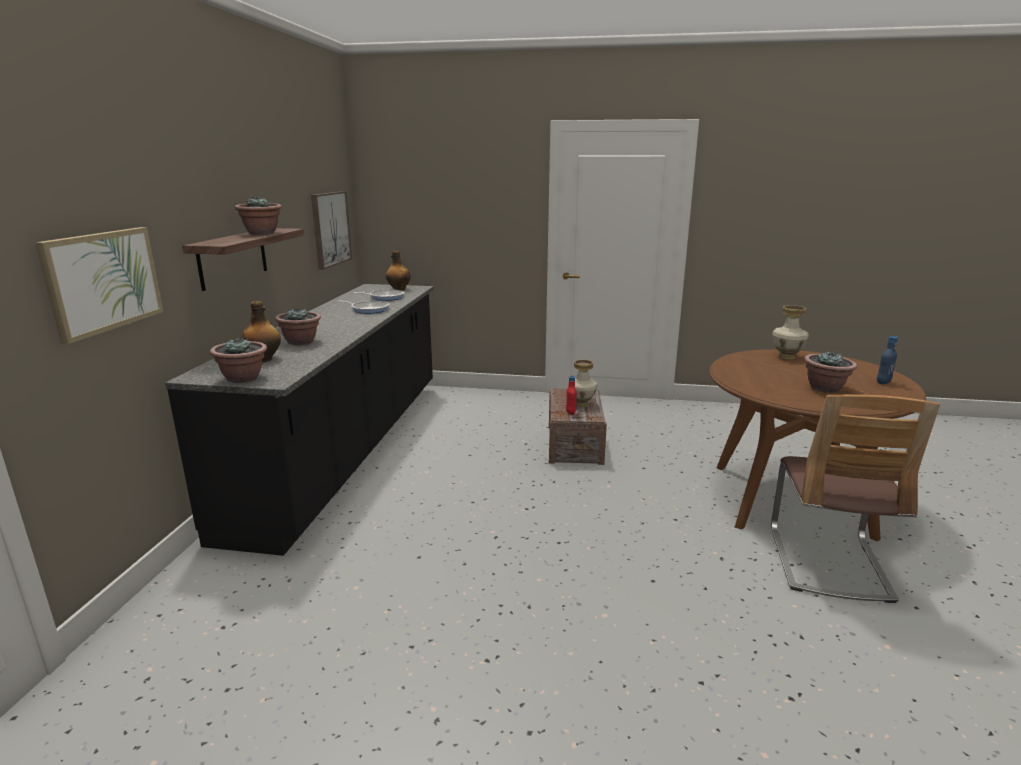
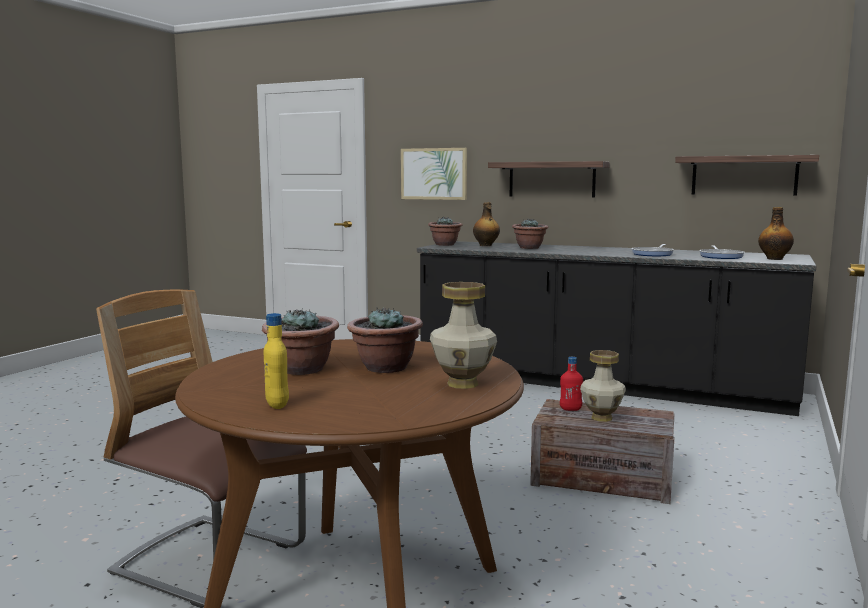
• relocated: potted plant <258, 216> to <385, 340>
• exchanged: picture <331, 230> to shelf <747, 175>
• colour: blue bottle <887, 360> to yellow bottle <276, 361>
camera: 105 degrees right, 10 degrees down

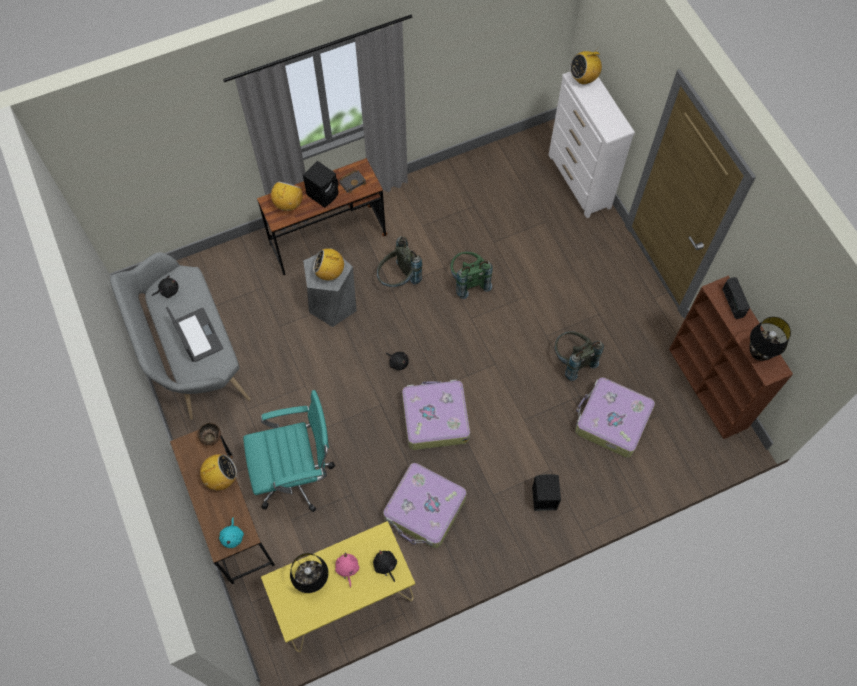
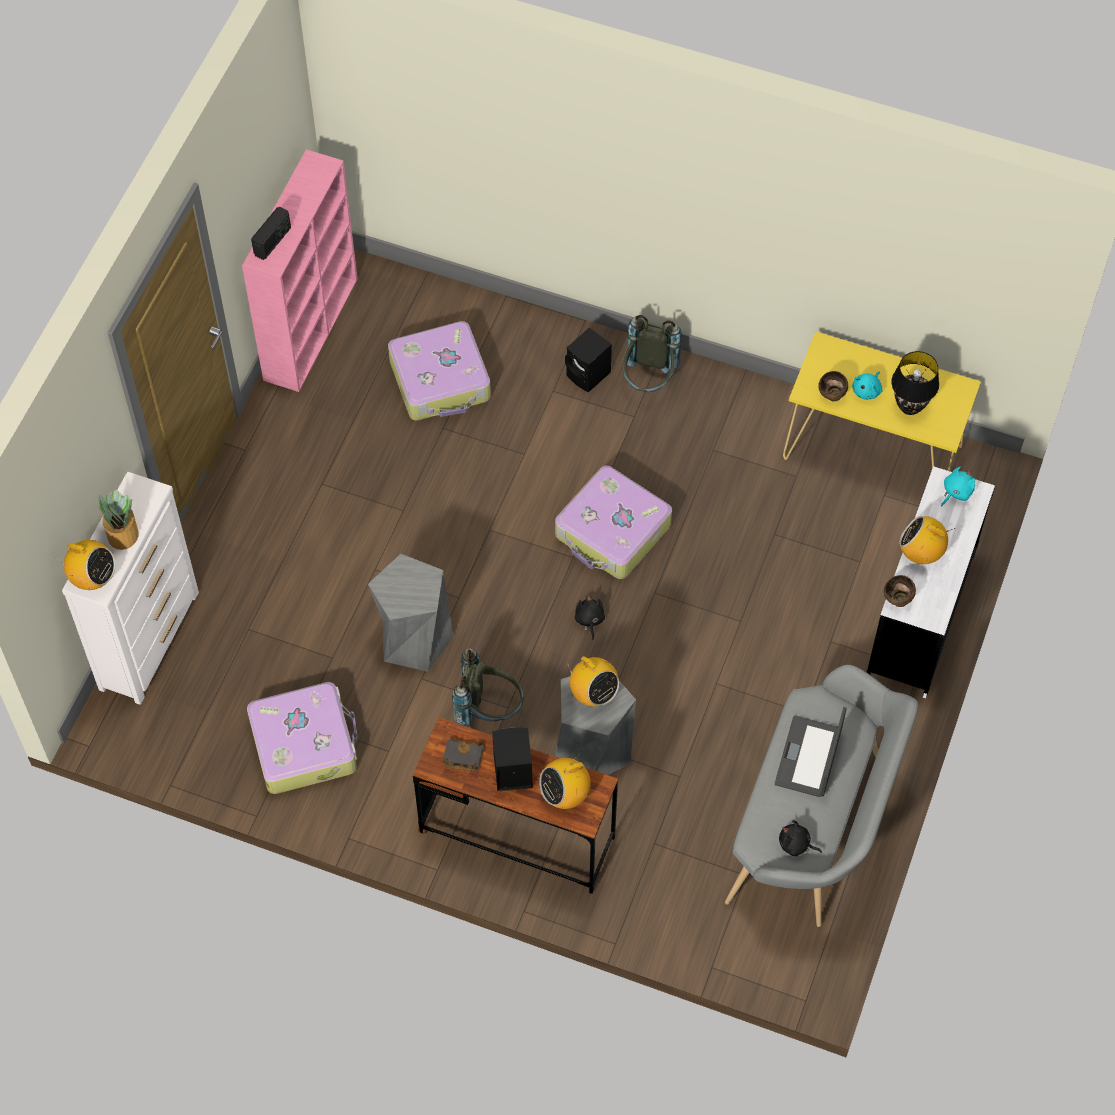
• missing: turquoise office chair <289, 451>
• missing: black plush toy <385, 566>
• missing: black table lamp <770, 339>
• appeared: potted plant <118, 520>
• appeared: brown bowl <833, 386>
• relocated: suitcase <424, 505> to <302, 738>
• relocated: grey backpack <579, 356> to <652, 353>
• exchanged: green backpack <471, 275> to grey stool <410, 613>
• colour: brown desk <222, 503> to white desk <931, 582>
• colour: pink plush toy <347, 569> to turquoise plush toy <867, 385>
• colour: brown bookcase <731, 357> to pink bookcase <300, 270>
camera: 135 degrees left, 5 degrees down

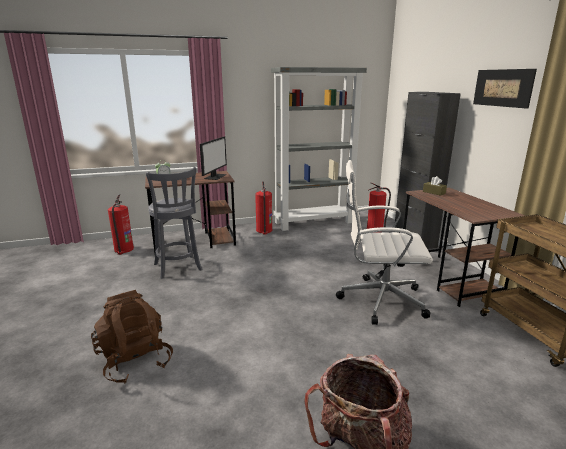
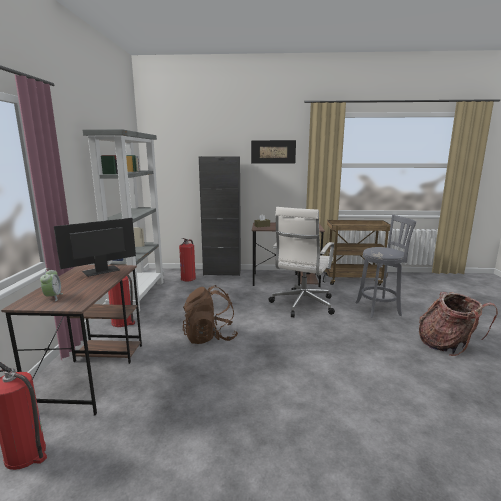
• relocated: brown backpack <132, 337> to <210, 314>
• relocated: grey stool <174, 223> to <386, 266>
• spun: monitor <213, 158> = <95, 247> 75 degrees counterclockwise
camera: 70 degrees left, 5 degrees down

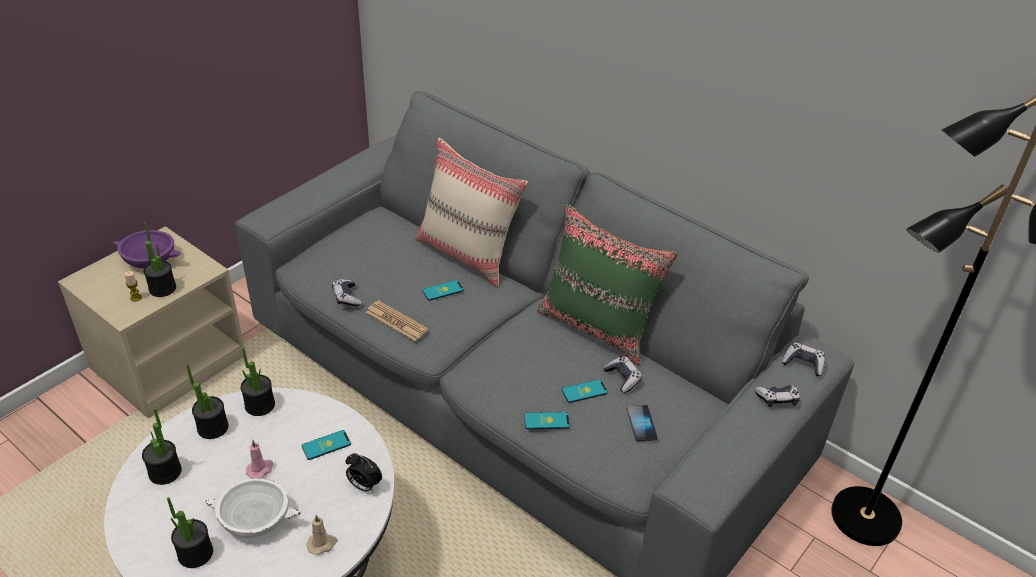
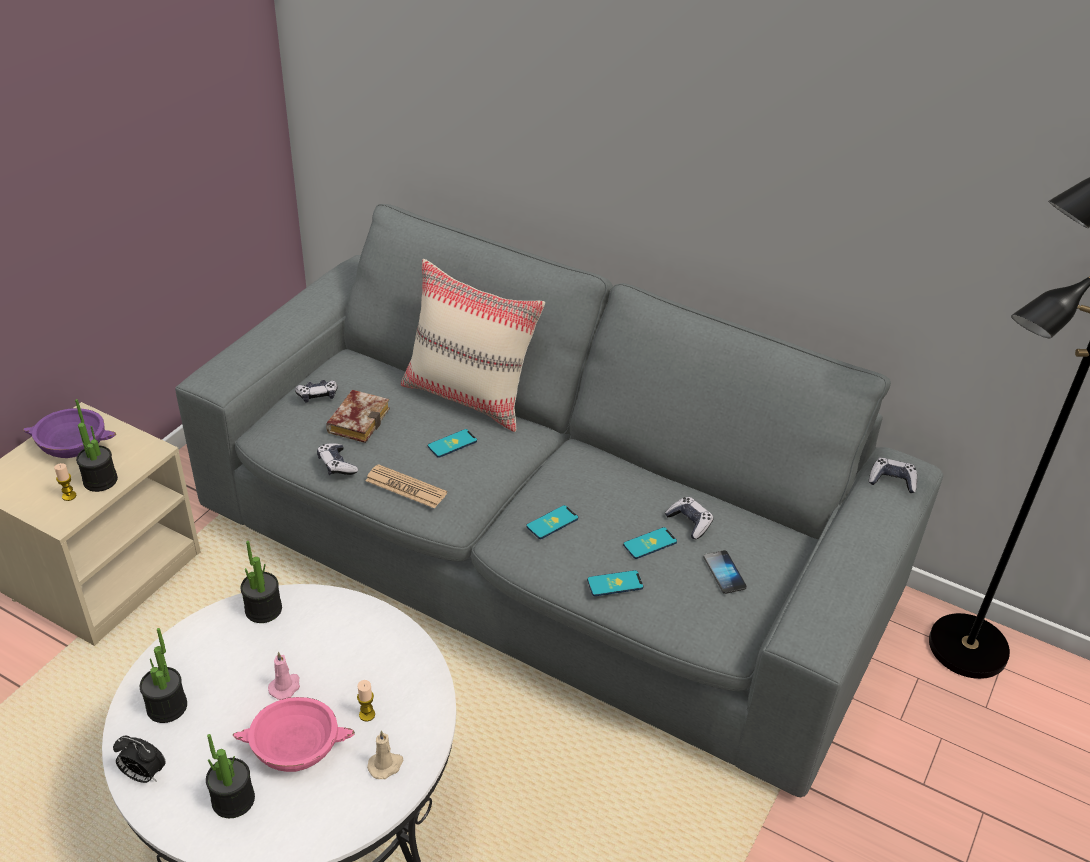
• missing: potted plant <207, 401>
• missing: green pillow <607, 284>
• appeared: book <358, 416>
• appeared: candle <366, 701>
• relocated: phone <326, 445> to <552, 522>
• relocated: alarm clock <364, 472> to <139, 759>
• relocated: game controller <777, 396> to <316, 391>
• colour: white bowl <252, 508> to pink bowl <294, 734>
camera: 10 degrees left, 0 degrees up

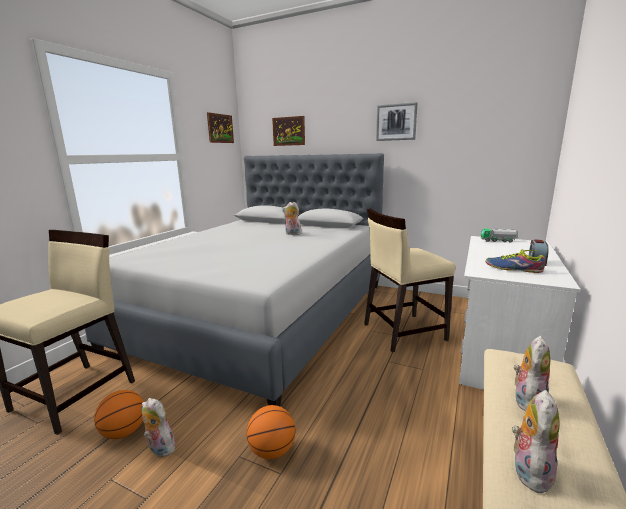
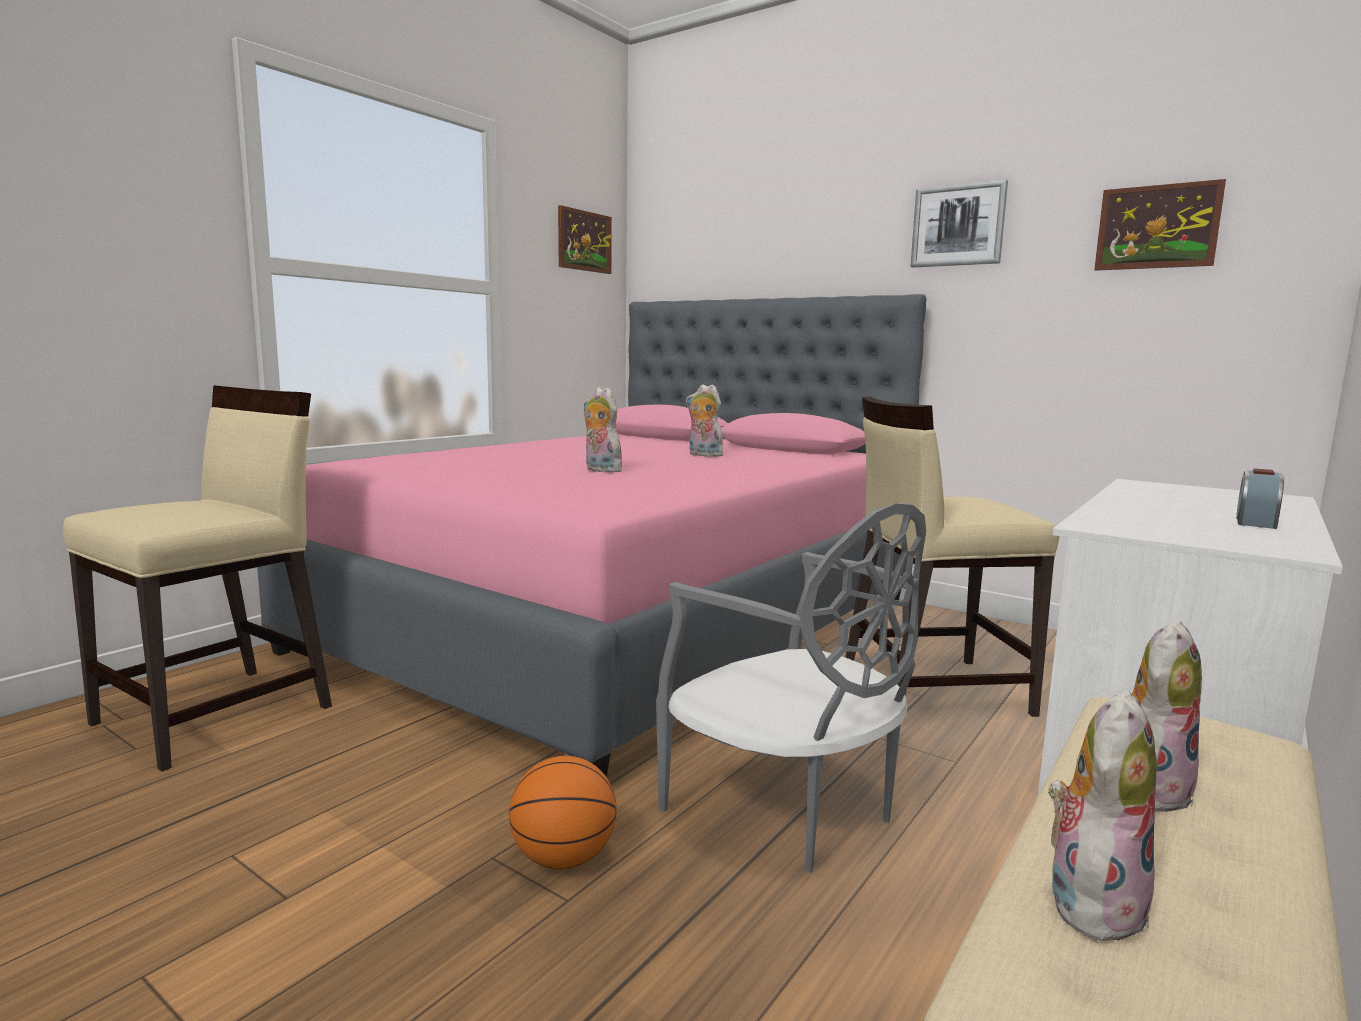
• missing: basketball <119, 414>
• missing: toy truck <499, 236>
• missing: shoe <515, 261>
• appeared: grey chair <791, 687>
• relocated: plush toy <158, 427> to <602, 430>
• relocated: picture <288, 131> to <1160, 225>
• colour: grey bed <234, 279> to pink bed <592, 535>
camera: 10 degrees right, 5 degrees down

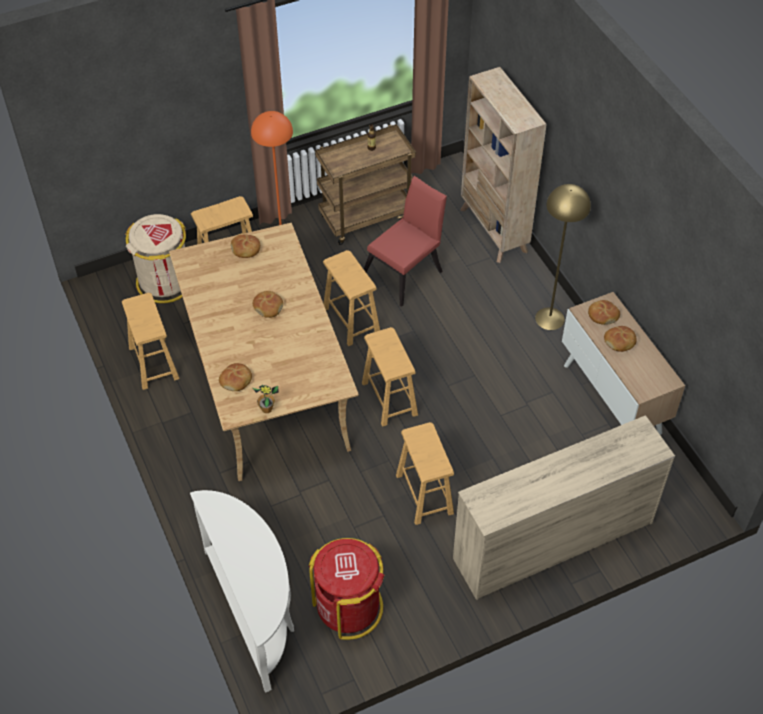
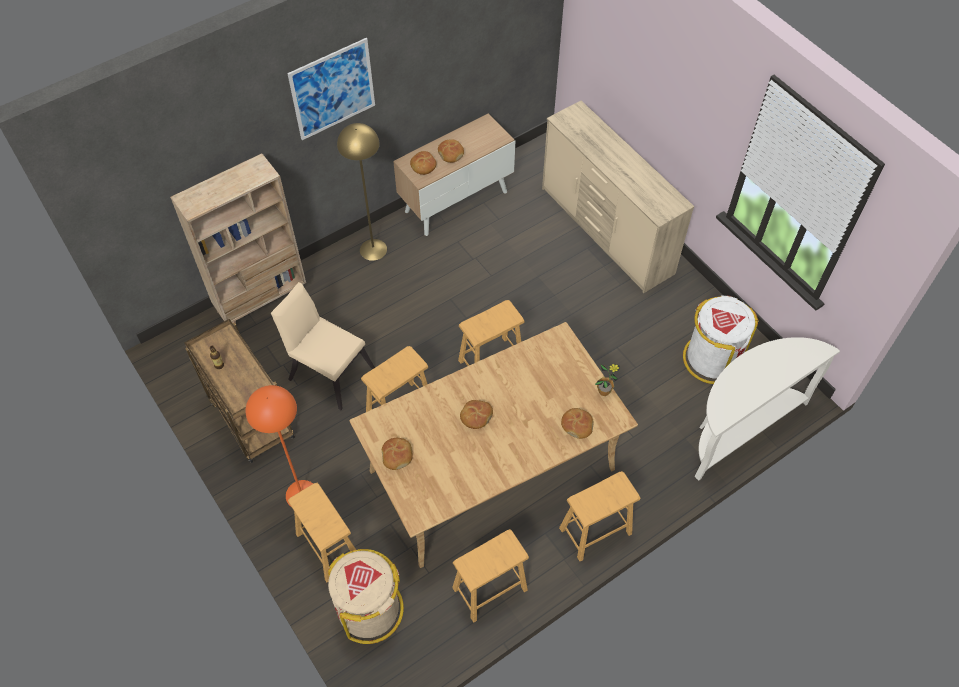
• appeared: picture <331, 89>
• relocated: brown stool <425, 473> to <599, 516>
• colour: red trash can <346, 589> to white trash can <721, 339>
• colour: red chair <405, 241> to beige chair <323, 346>
camera: 100 degrees left, 5 degrees up

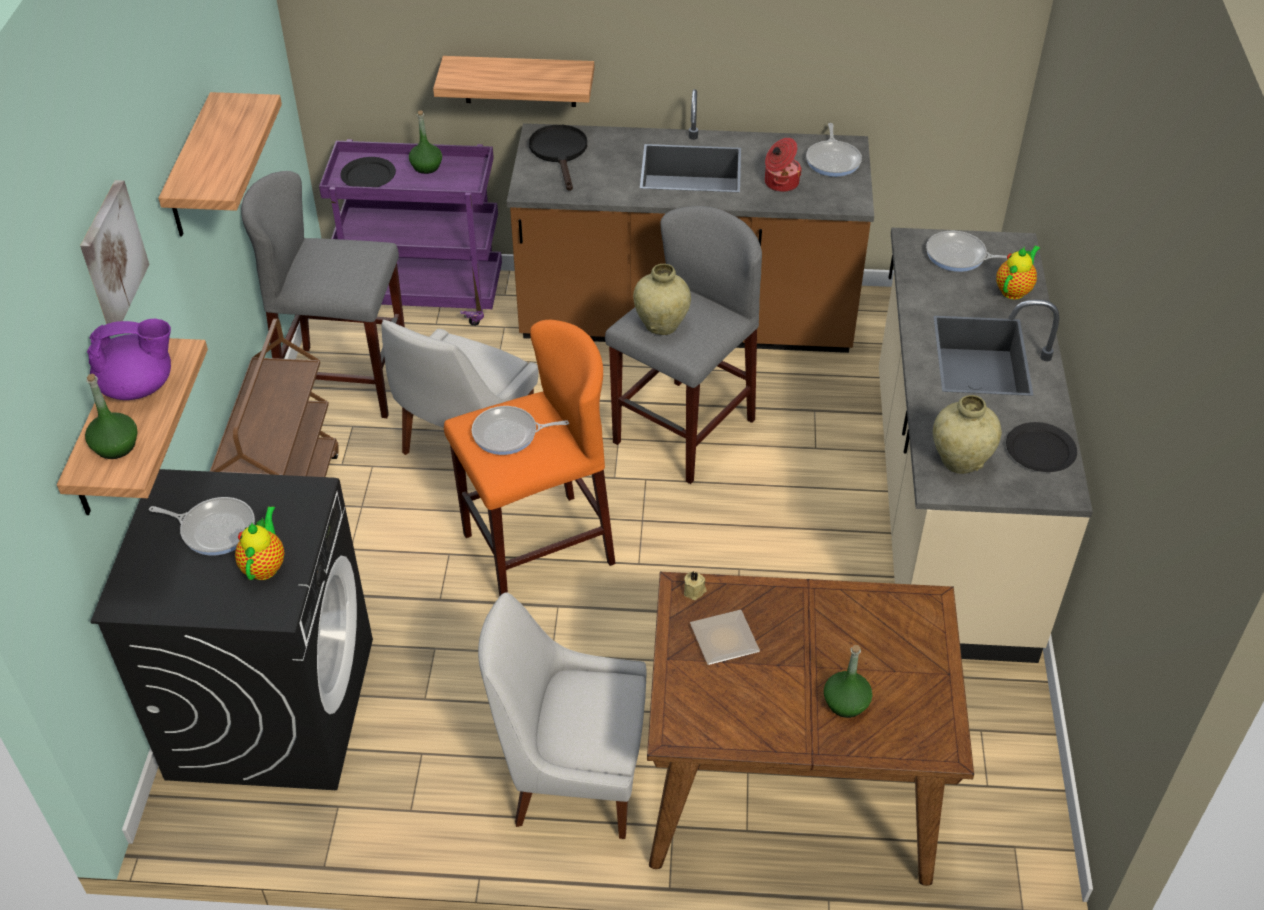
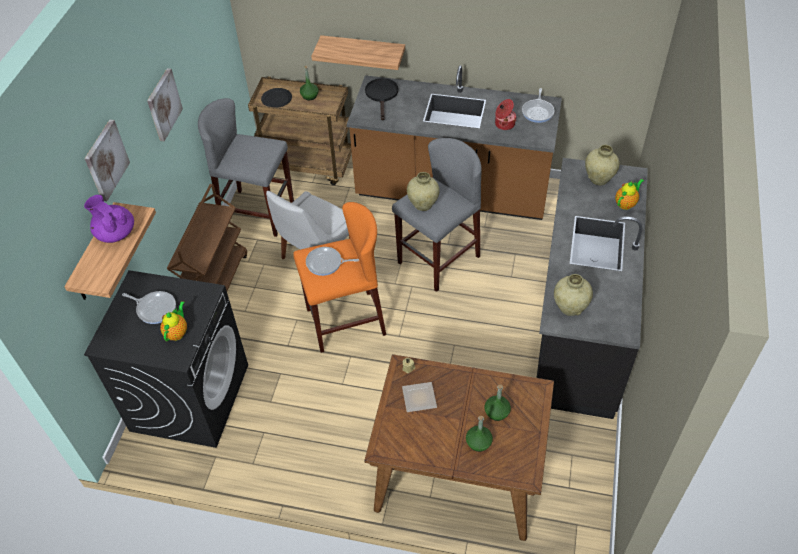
• missing: white chair <562, 715>
• missing: black plate <1041, 447>
• relocated: green bottle <111, 416> to <498, 402>
• exchanged: shelf <220, 164> to picture <165, 104>
• exchanged: frying pan <966, 251> to beige vase <602, 165>
• colour: purple cart <410, 232> to brown cart <300, 131>
• colour: beige counter <986, 445> to black counter <592, 288>
• spun: purple teapot <129, 359> = <109, 219> 135 degrees counterclockwise
camera: 10 degrees right, 5 degrees up

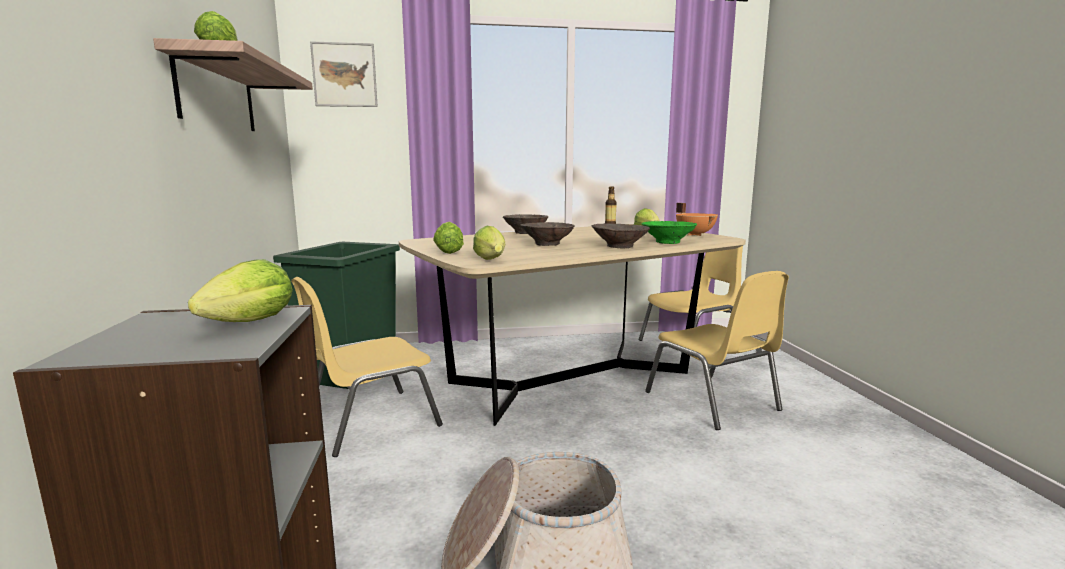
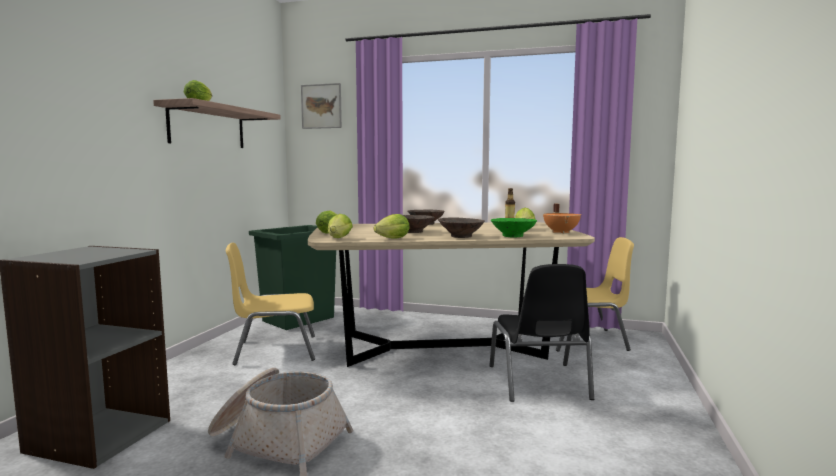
• relocated: lettuce <240, 290> to <391, 226>
• colour: yellow chair <717, 350> to black chair <541, 333>
camera: 25 degrees right, 5 degrees down

